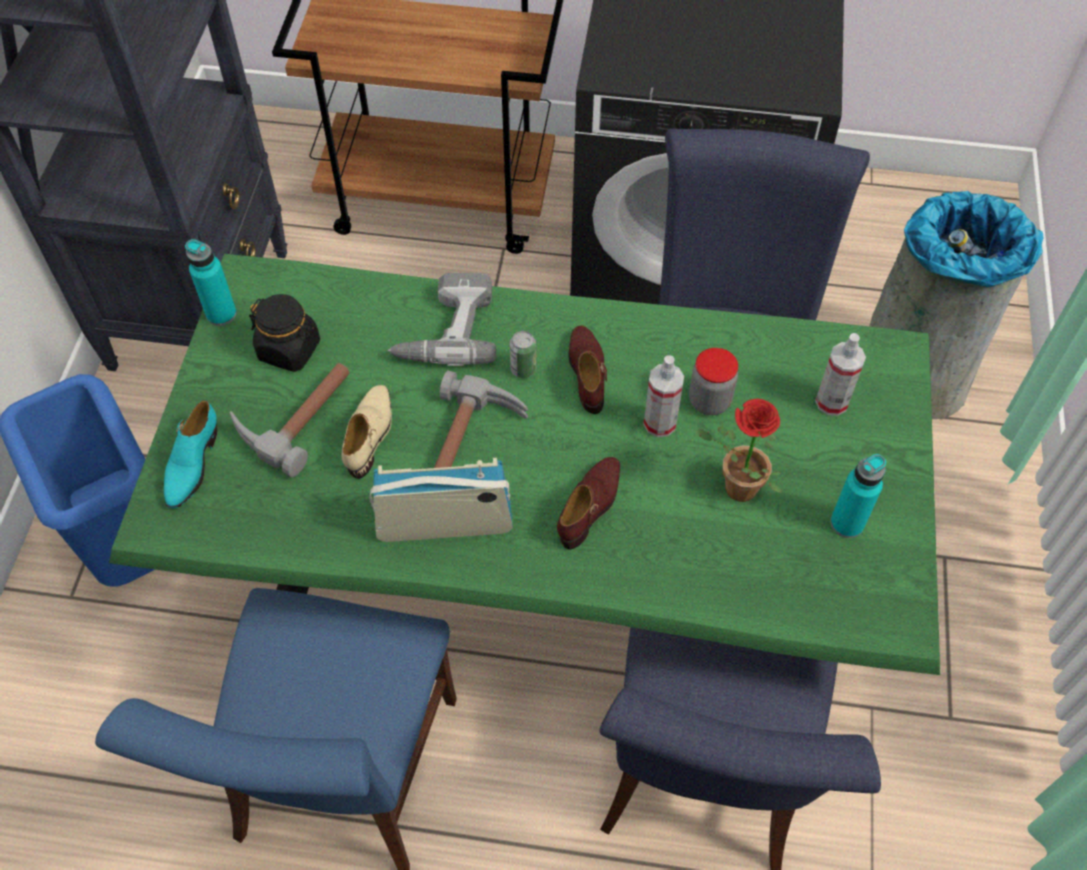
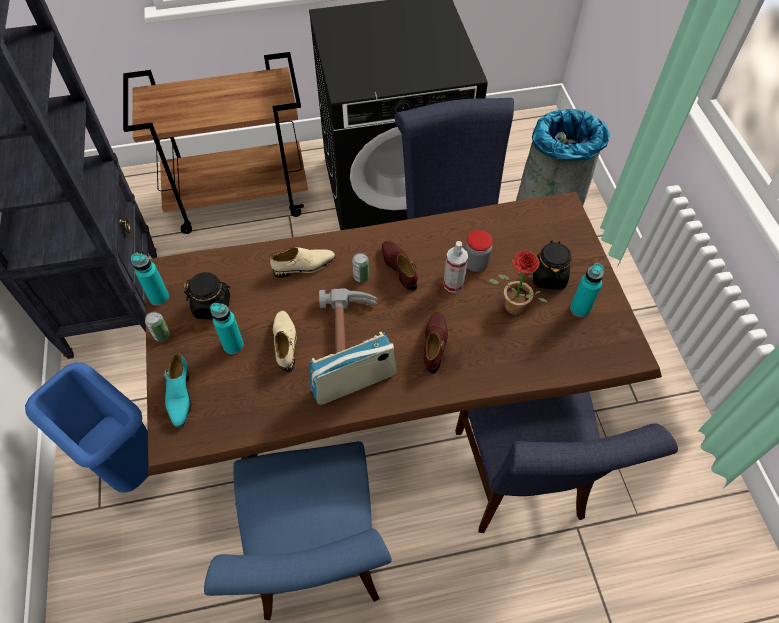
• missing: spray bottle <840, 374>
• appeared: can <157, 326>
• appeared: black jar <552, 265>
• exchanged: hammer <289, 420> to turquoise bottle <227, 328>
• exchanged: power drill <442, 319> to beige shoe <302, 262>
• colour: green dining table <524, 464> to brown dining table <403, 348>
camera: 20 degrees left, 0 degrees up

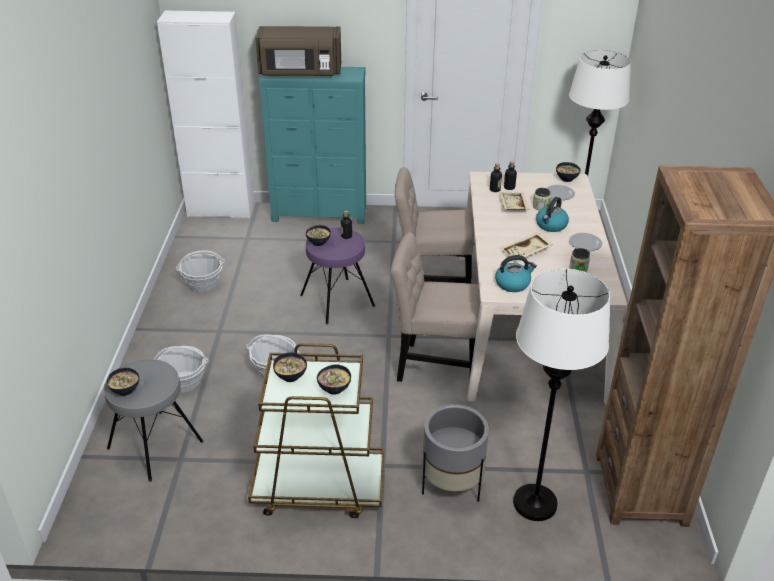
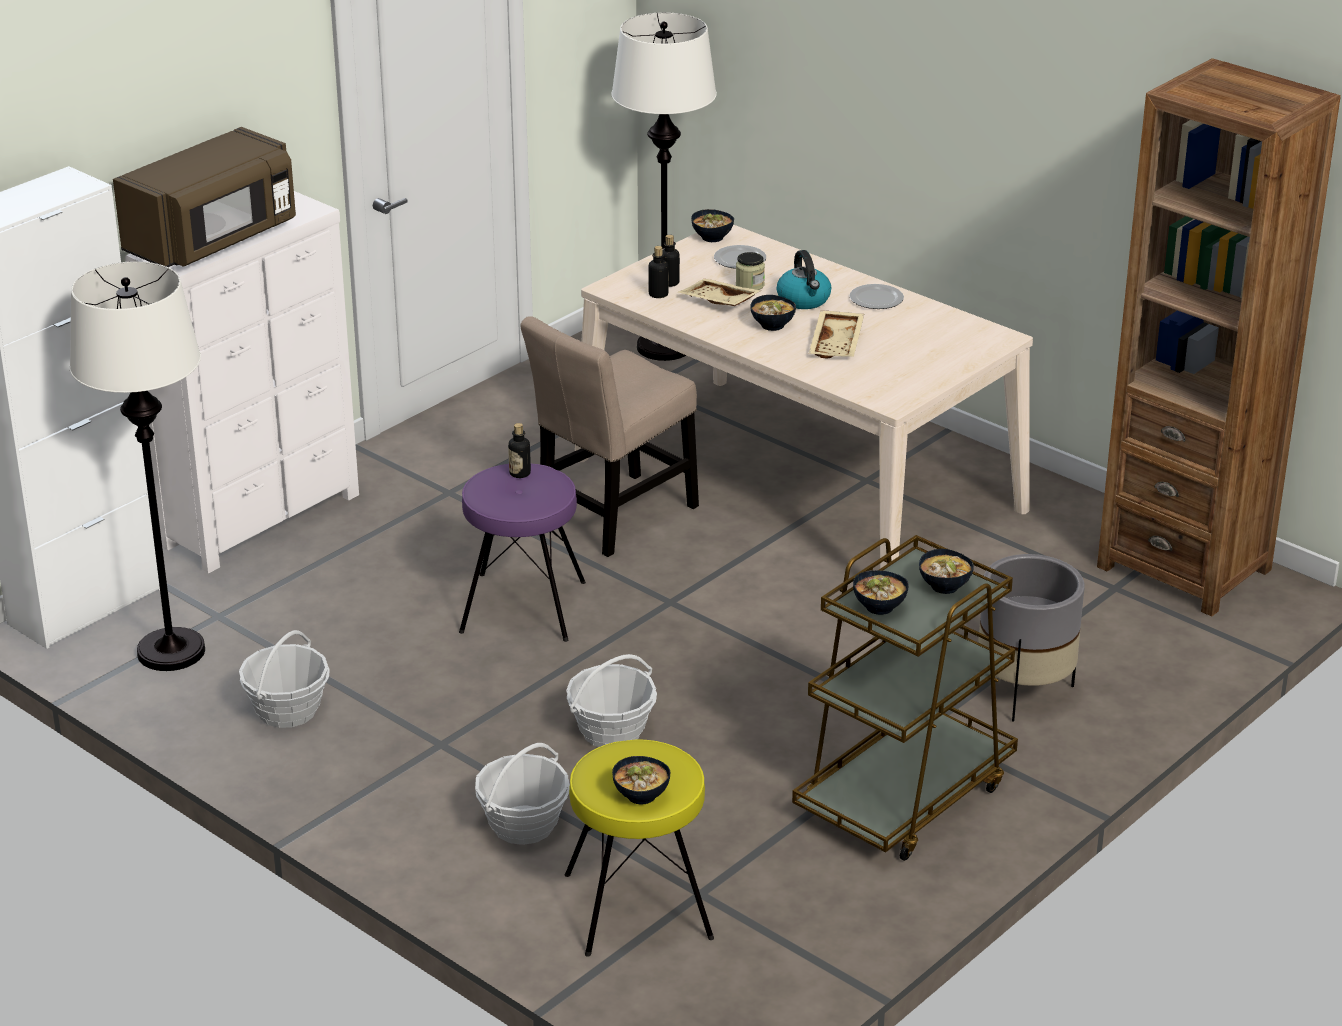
• missing: beige chair <435, 307>
• missing: kettle <516, 273>
• missing: jar <579, 260>
• relocated: bowl <318, 235> to <773, 313>
• relocated: white floor lamp <561, 394> to <137, 466>
• colour: grey stool <154, 420> to yellow stool <639, 848>
• colour: turquoise dresser <312, 145> to white dresser <242, 382>
camera: 50 degrees left, 5 degrees down

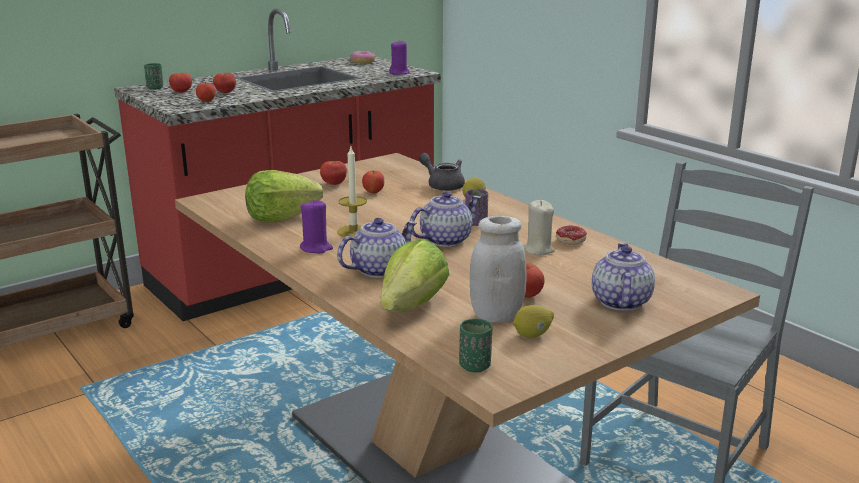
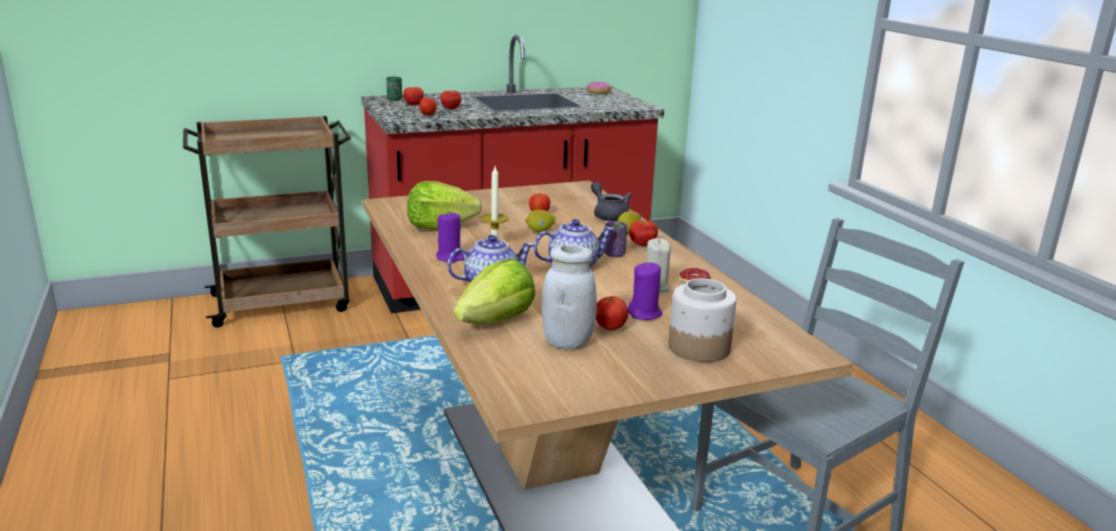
• missing: green cup <475, 345>
• relocated: tomato <333, 173> to <643, 233>
• relocated: purple candle <399, 58> to <645, 291>
• relocated: lemon <533, 321> to <540, 221>
• exchanged: teapot <623, 277> to jar <702, 320>
camera: 15 degrees right, 0 degrees up

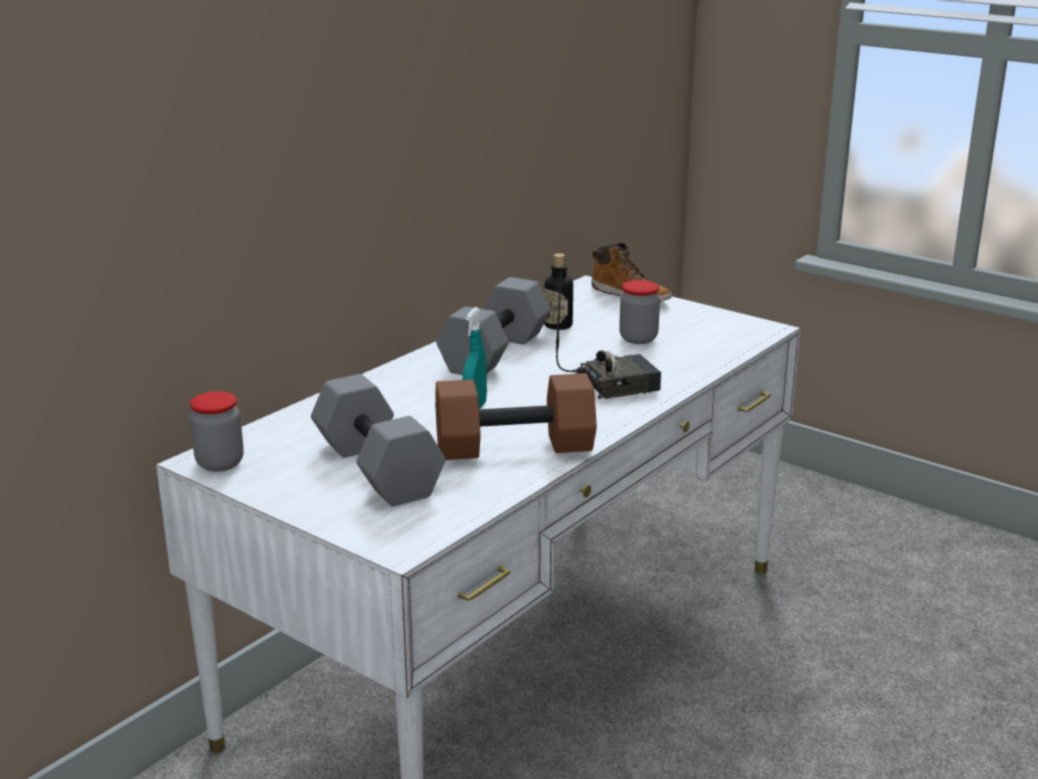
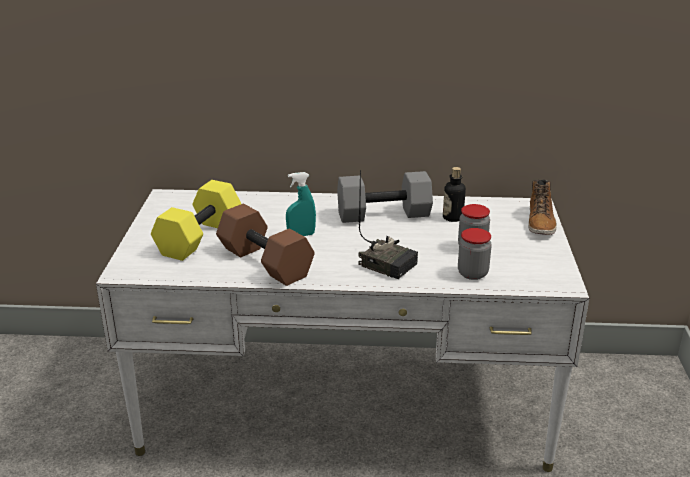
• relocated: jar <217, 431> to <475, 254>
• colour: grey dumbbell <378, 440> to yellow dumbbell <196, 220>
camera: 55 degrees right, 5 degrees up

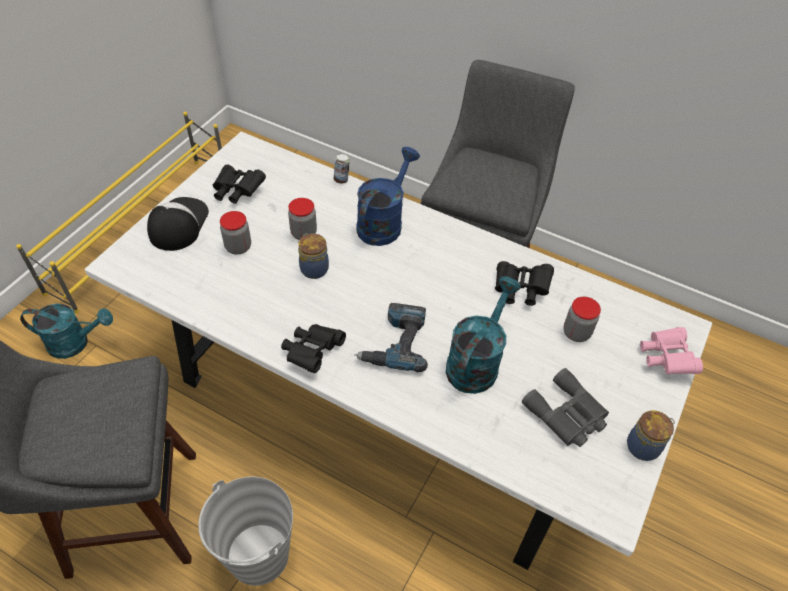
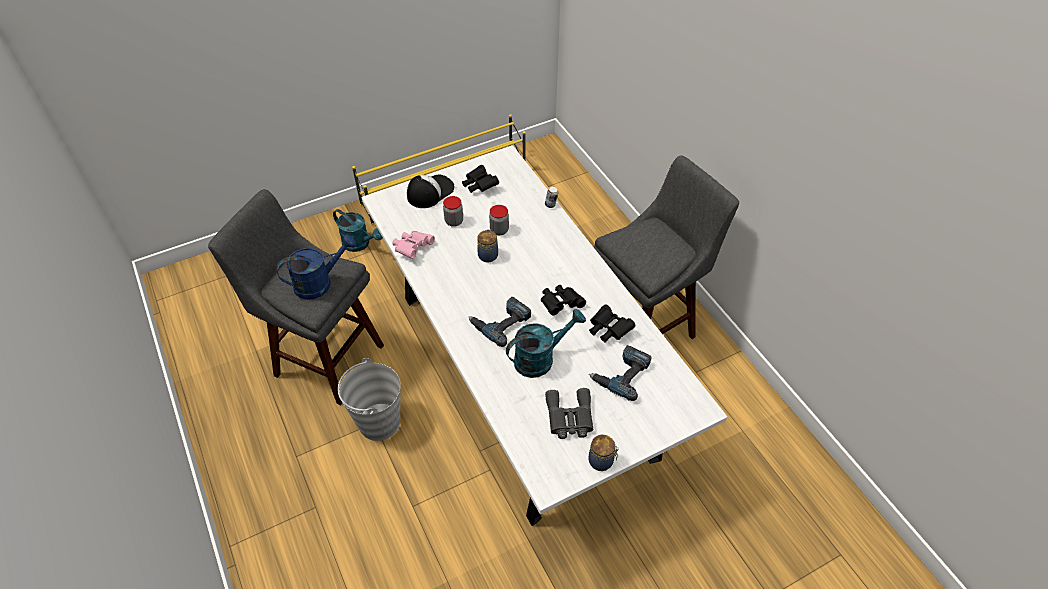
• relocated: black binoculars <313, 348> to <563, 300>
• relocated: blue watering can <388, 196> to <316, 267>
• relocated: pink binoculars <671, 350> to <413, 245>
• exchanged: jar <582, 319> to power drill <620, 373>
camera: 35 degrees right, 0 degrees up

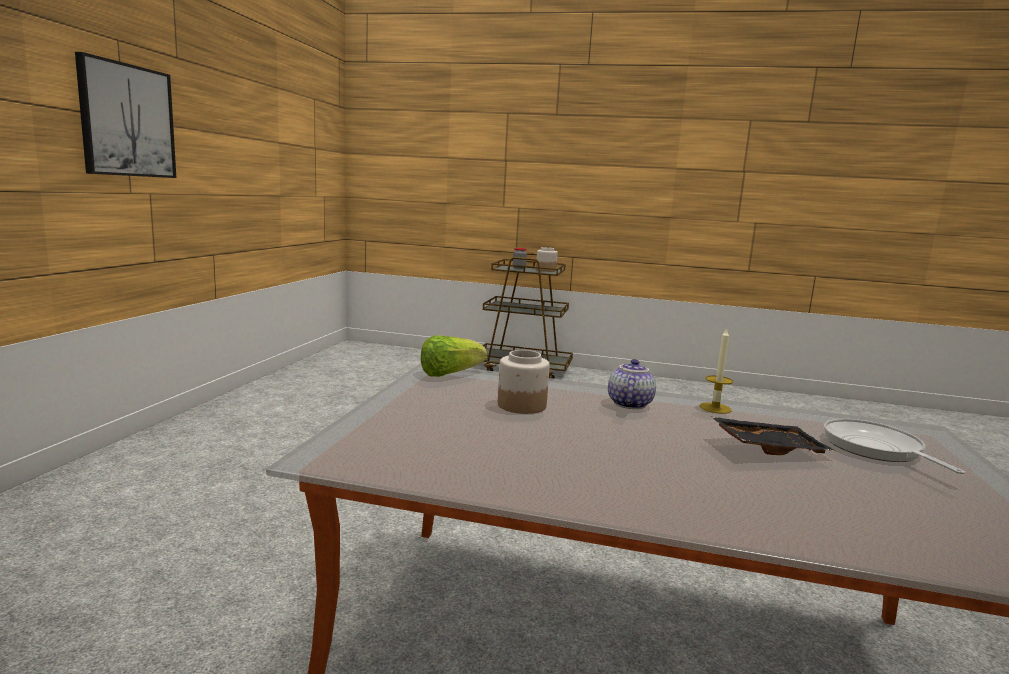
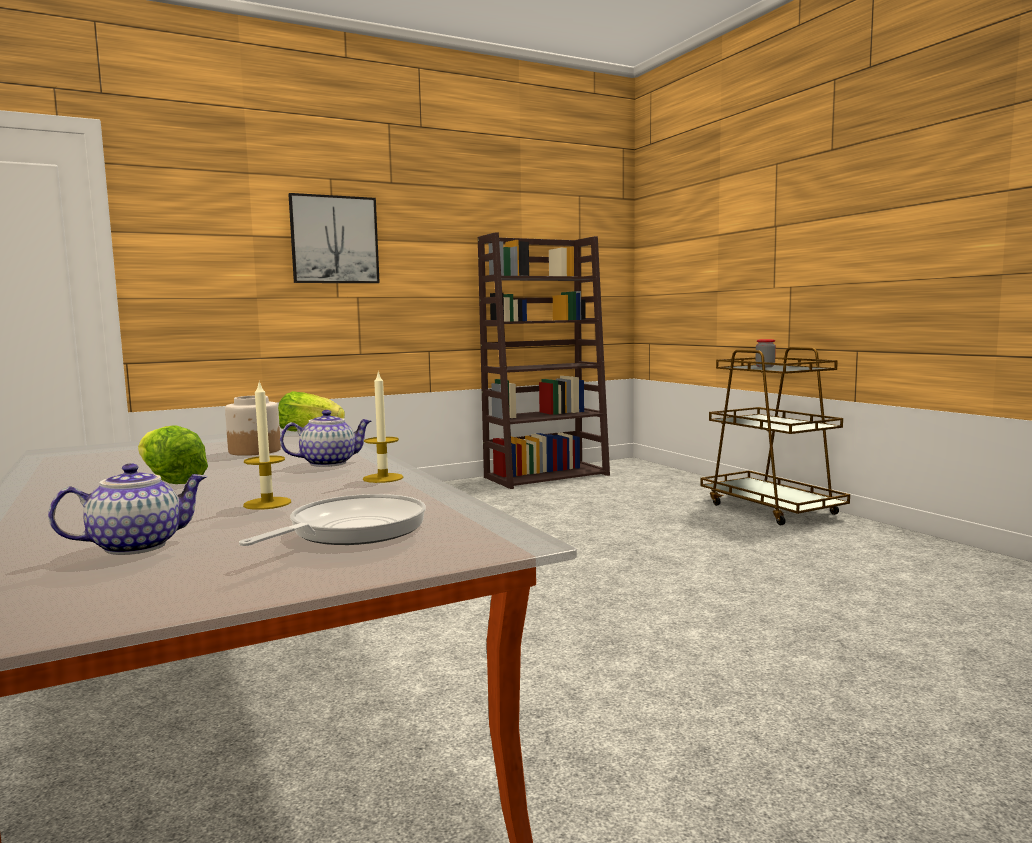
• missing: jar <547, 259>
• appeared: teapot <128, 509>
• appeared: lettuce <173, 454>
• appeared: brown bookcase <544, 360>
• exchanged: black tray <774, 436> to candle <267, 445>
camera: 50 degrees right, 5 degrees down

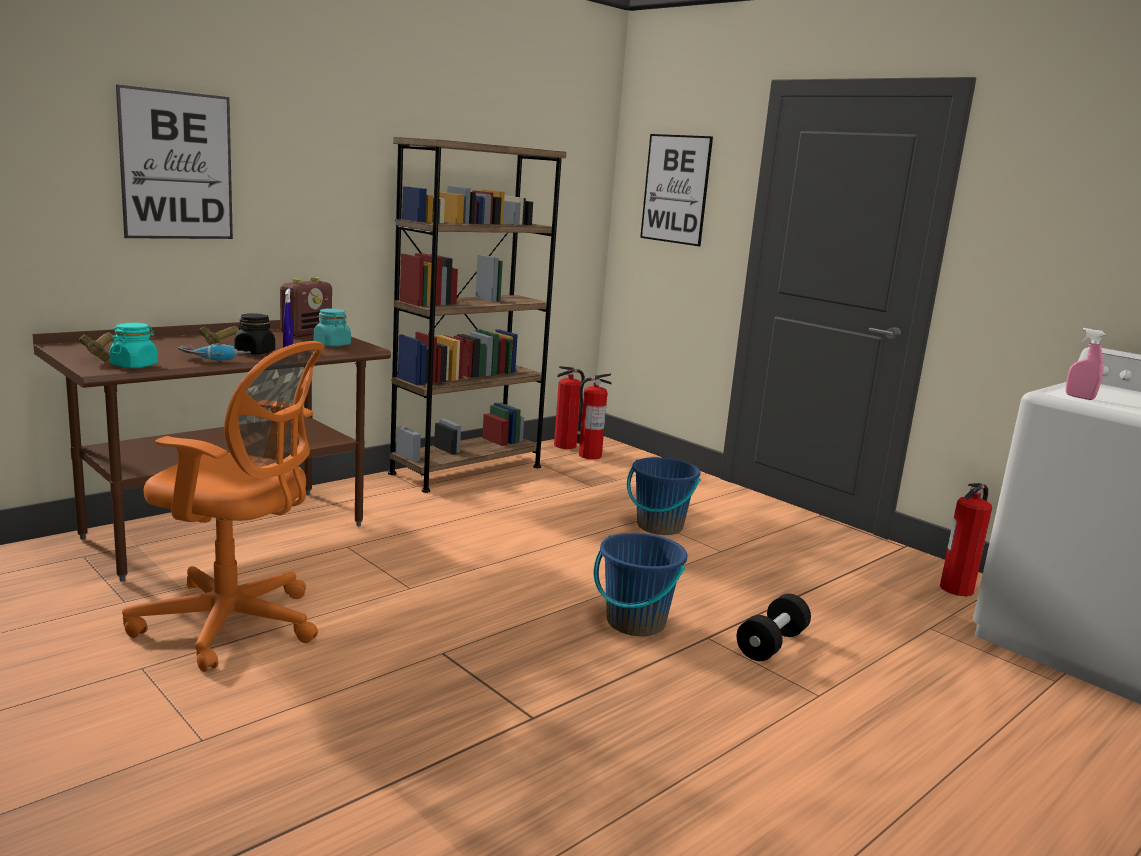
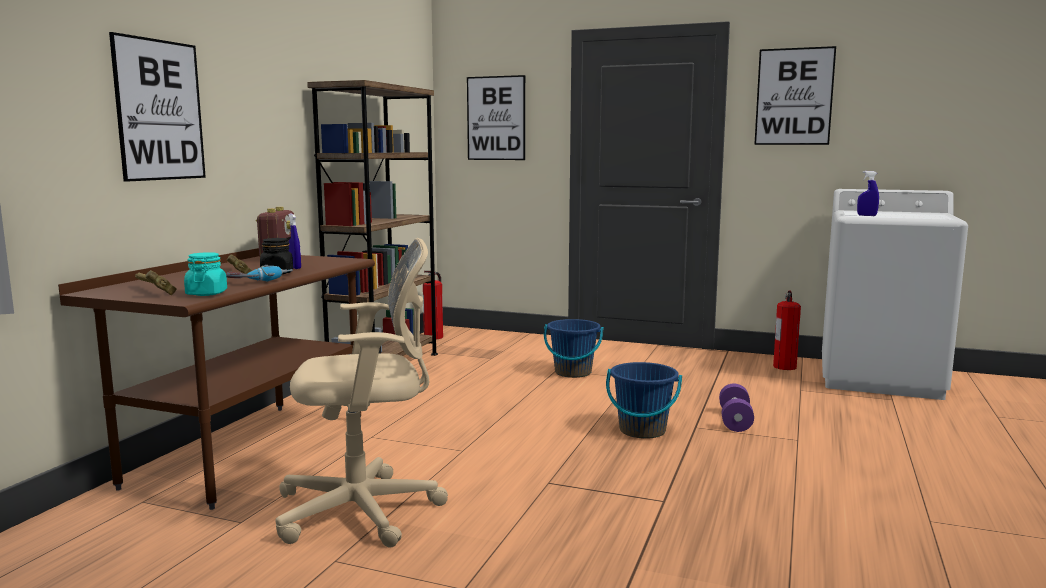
• missing: turquoise jar <332, 328>
• missing: fire extinguisher <594, 416>
• appeared: picture <795, 95>
• colour: orange office chair <223, 506> to beige office chair <361, 392>
• colour: black dumbbell <773, 627> to purple dumbbell <736, 407>
• colour: pink spray bottle <1086, 364> to blue spray bottle <868, 193>
camera: 25 degrees left, 5 degrees down

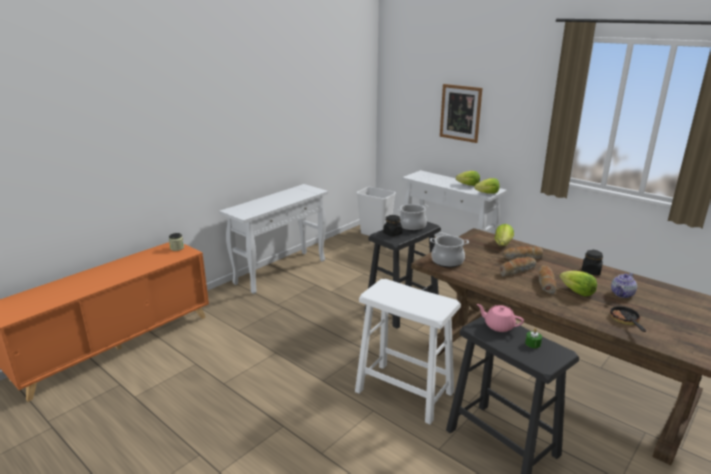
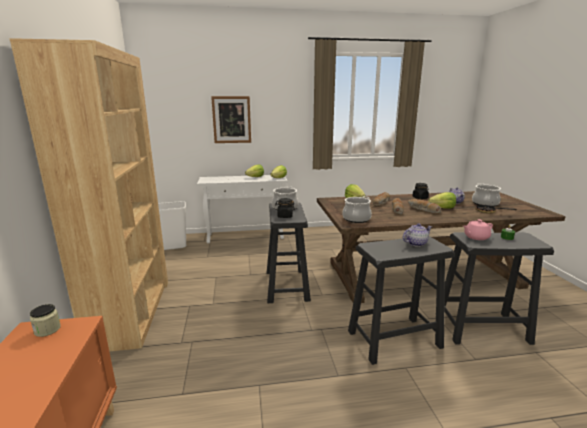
• appeared: teapot <417, 235>
• appeared: cooking pot <486, 195>
• exchanged: white console table <273, 239> to brown bookcase <88, 194>
• colour: white stool <408, 352> to black stool <401, 300>
camera: 50 degrees left, 5 degrees down

